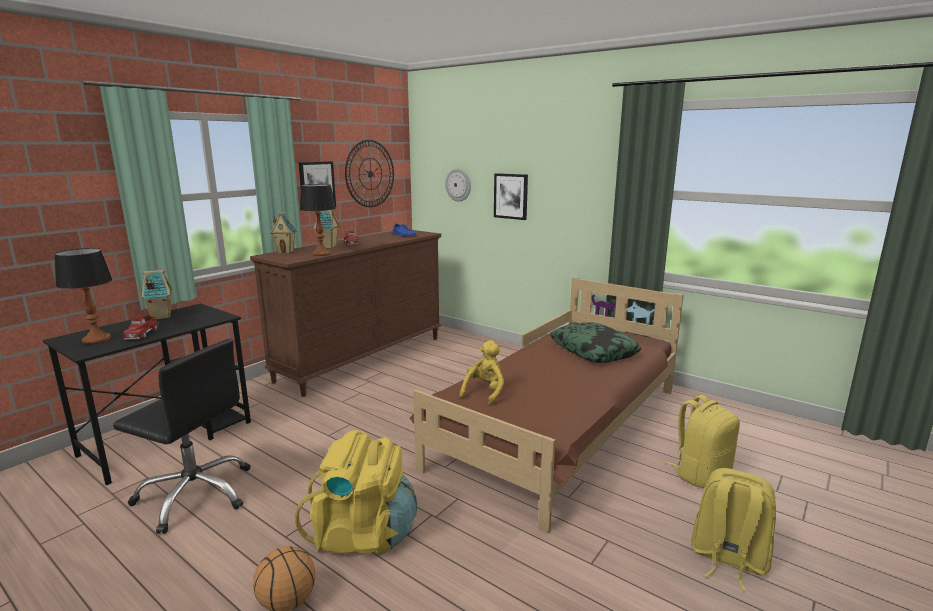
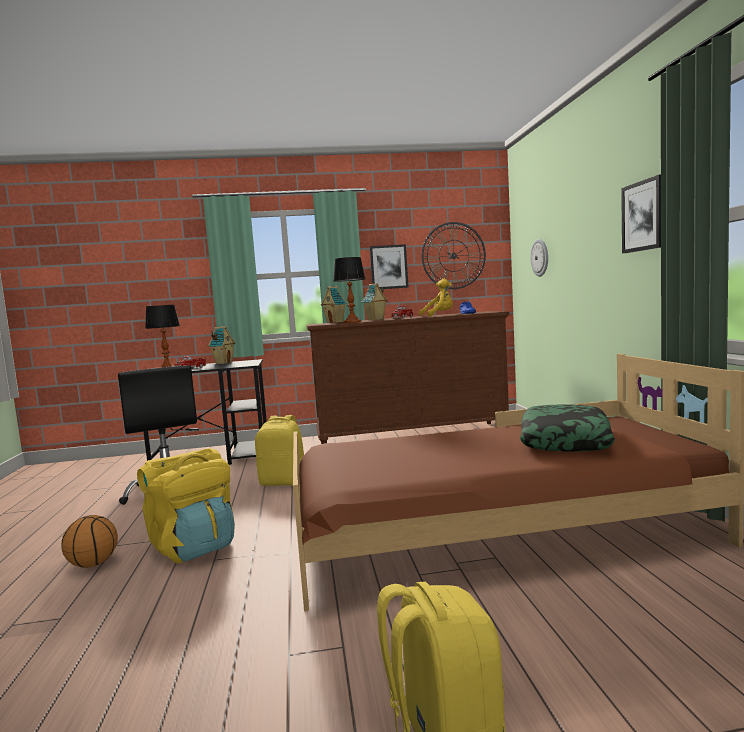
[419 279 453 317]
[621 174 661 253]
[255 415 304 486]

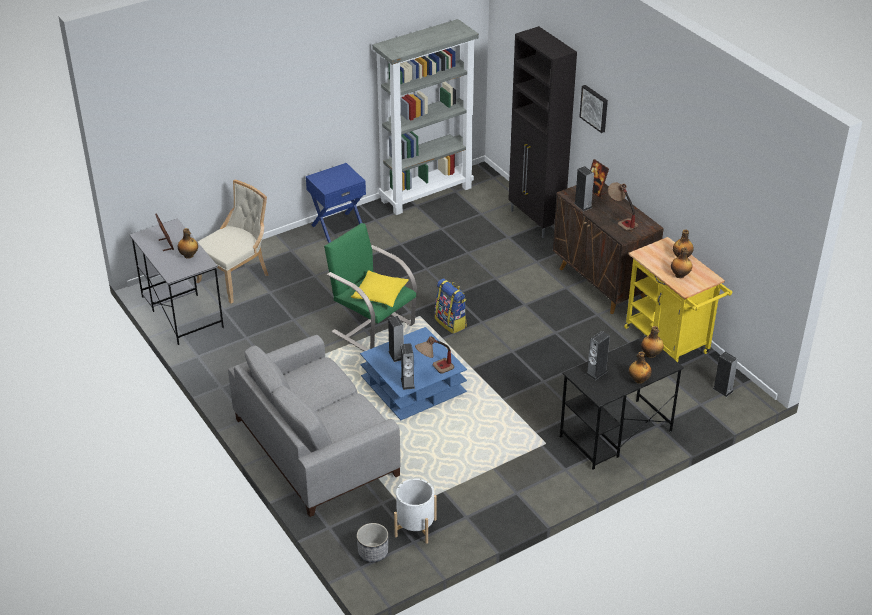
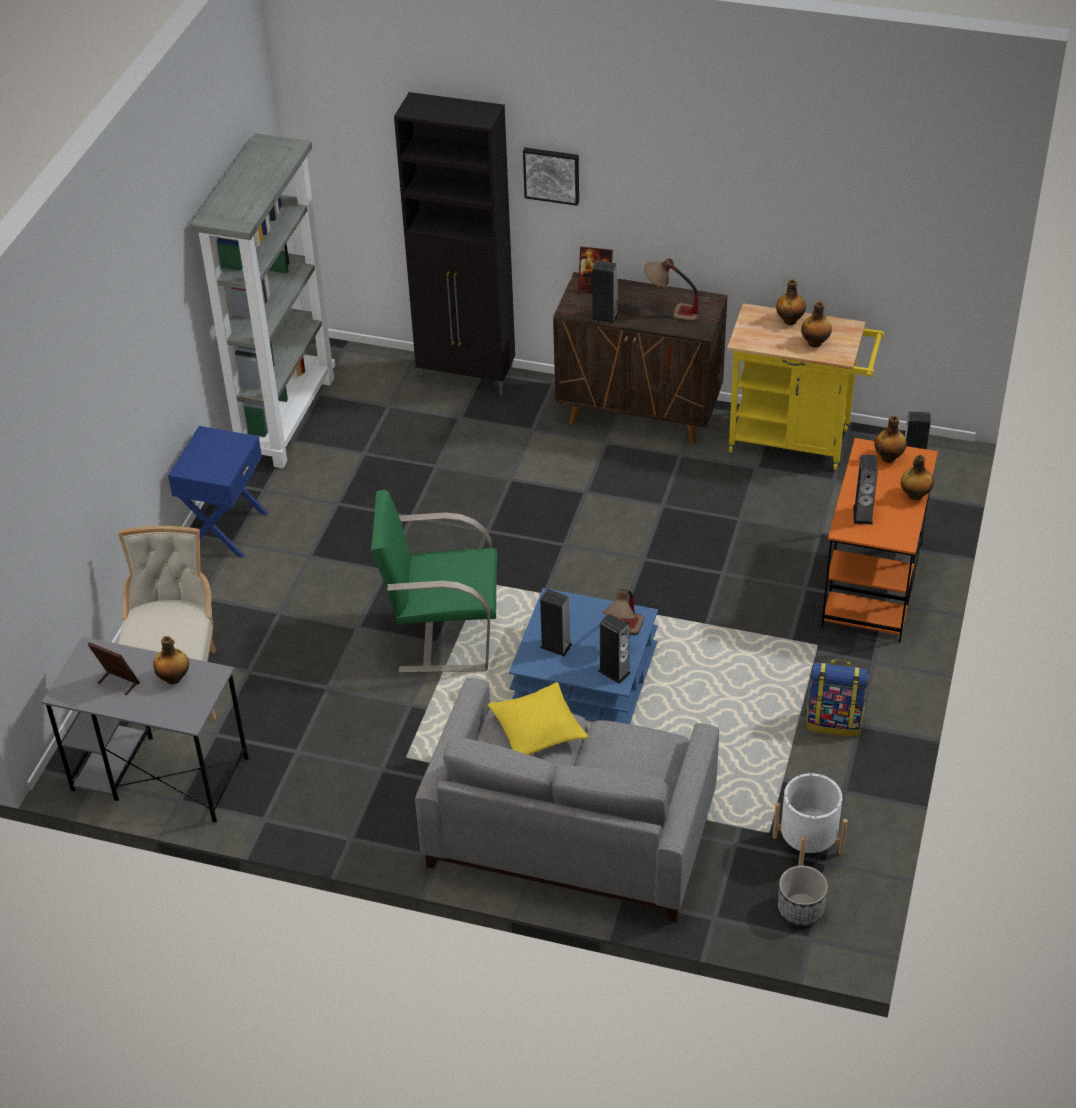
[488 682 588 755]
[807 660 868 736]
[821 438 938 643]

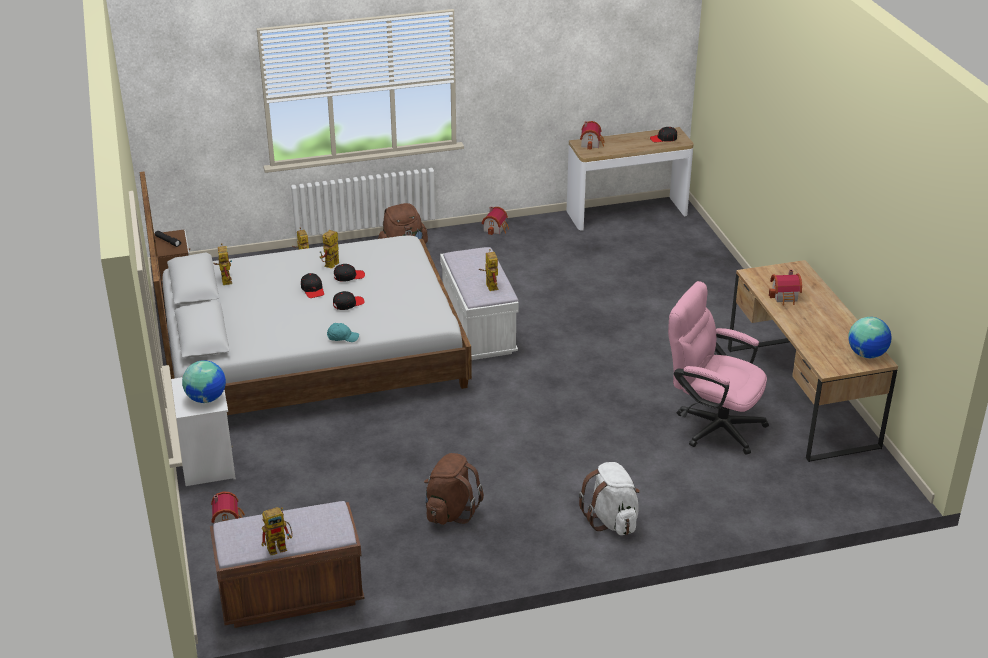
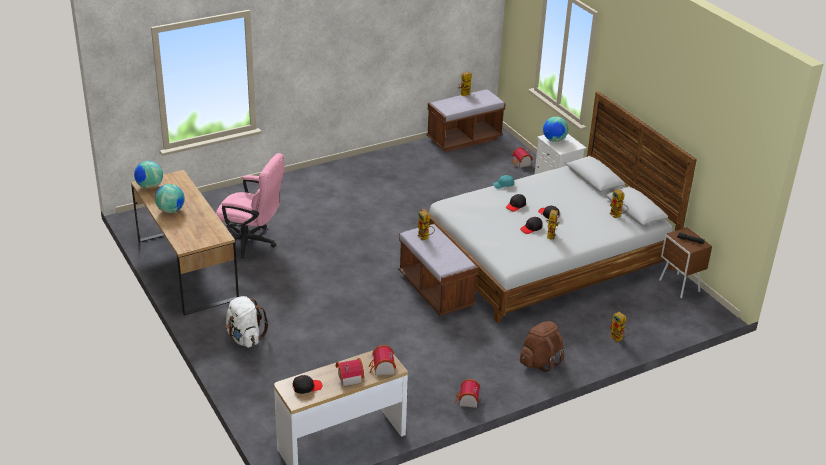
[424 453 484 525] (first image)
[155 184 185 213]
[226 296 268 348]
[336 358 364 387]
[398 223 479 316]

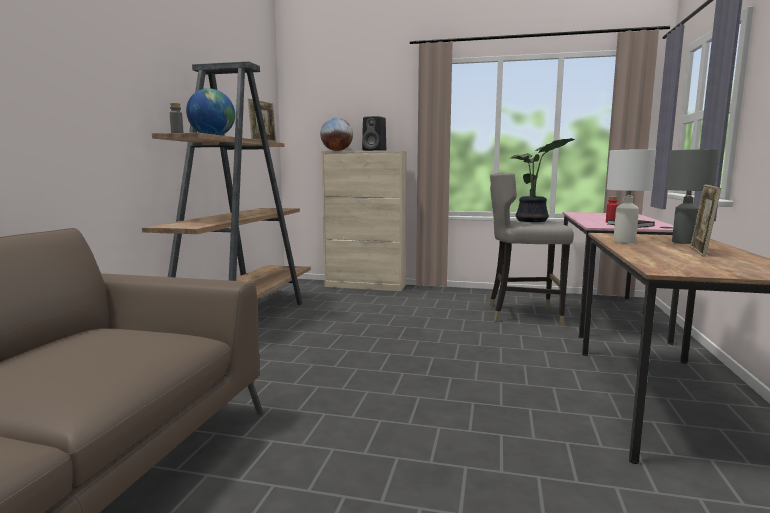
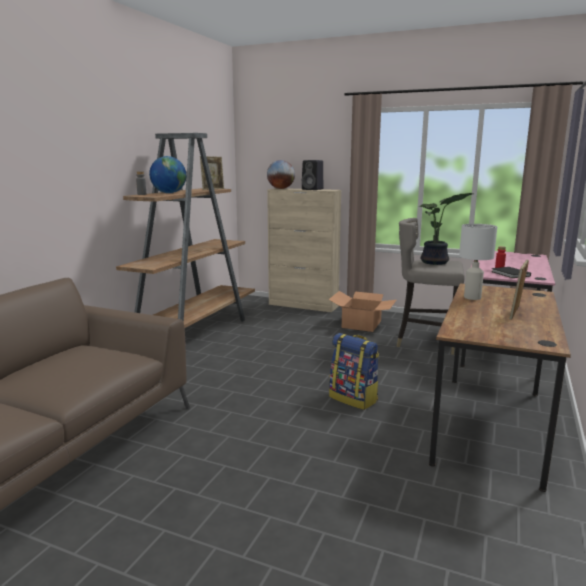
[666 149 719 244] (first image)
[329 291 396 332]
[329 333 379 410]

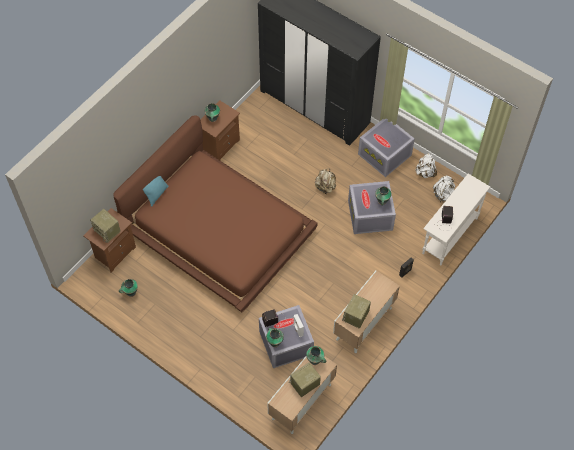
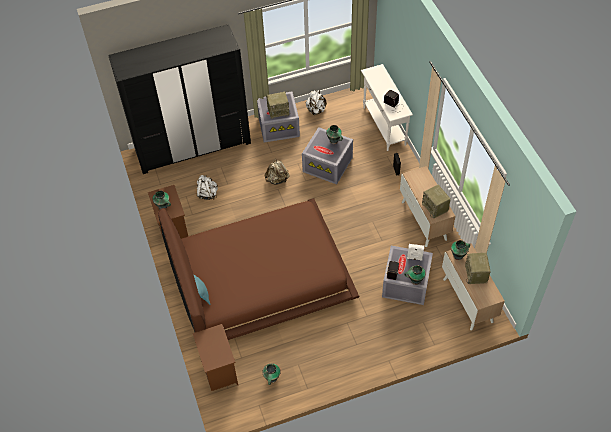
[266 91 290 119]
[197 175 218 200]

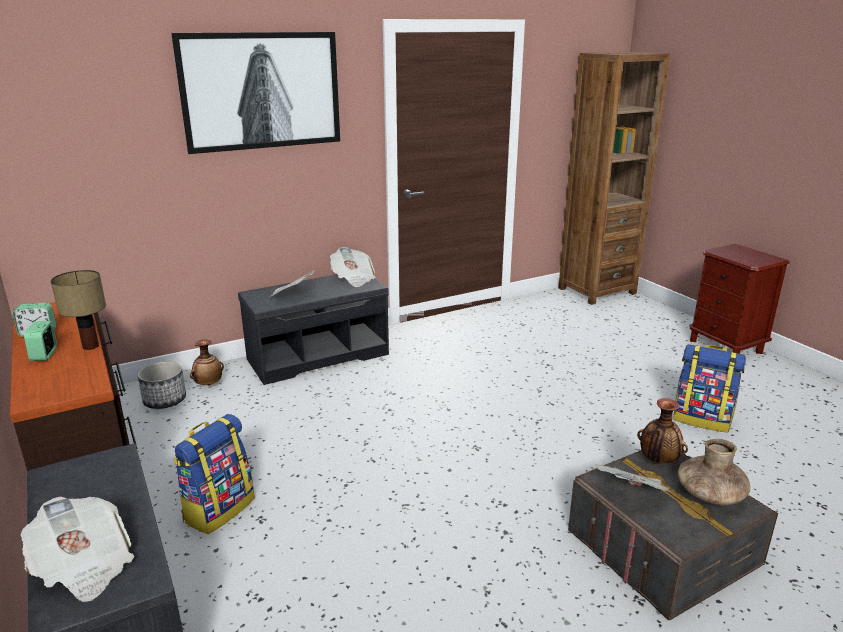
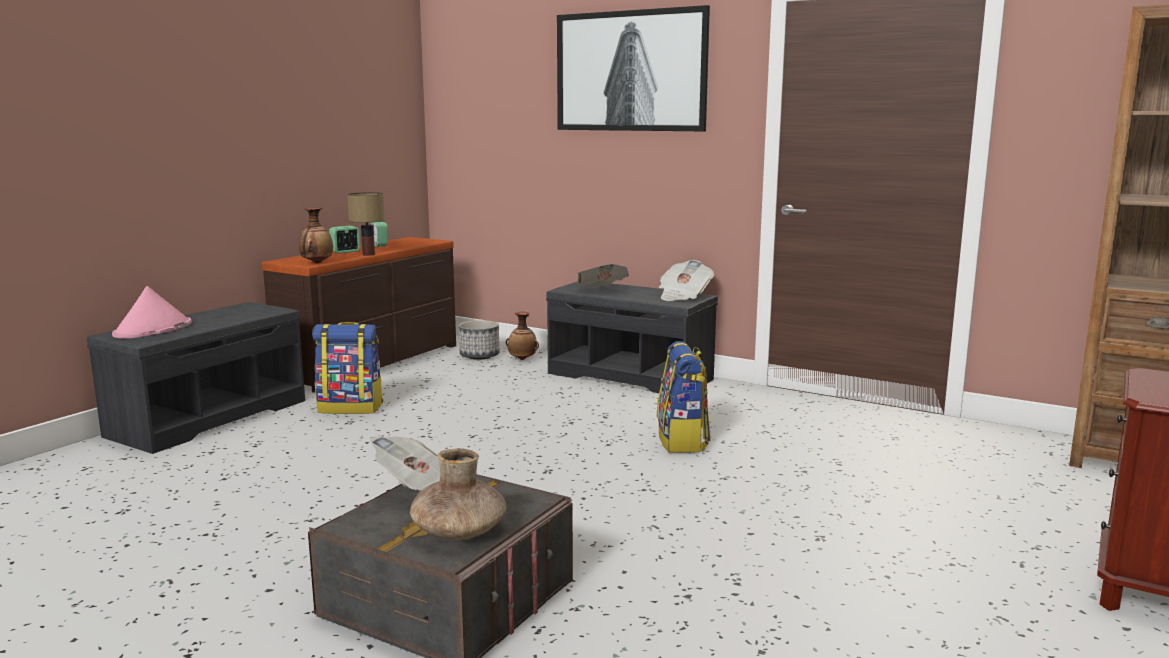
[299 208 333 263]
[657 341 711 453]
[112 286 192 339]

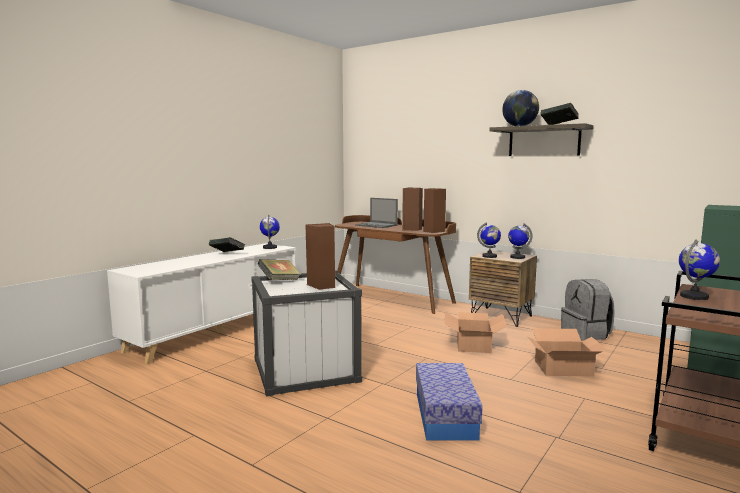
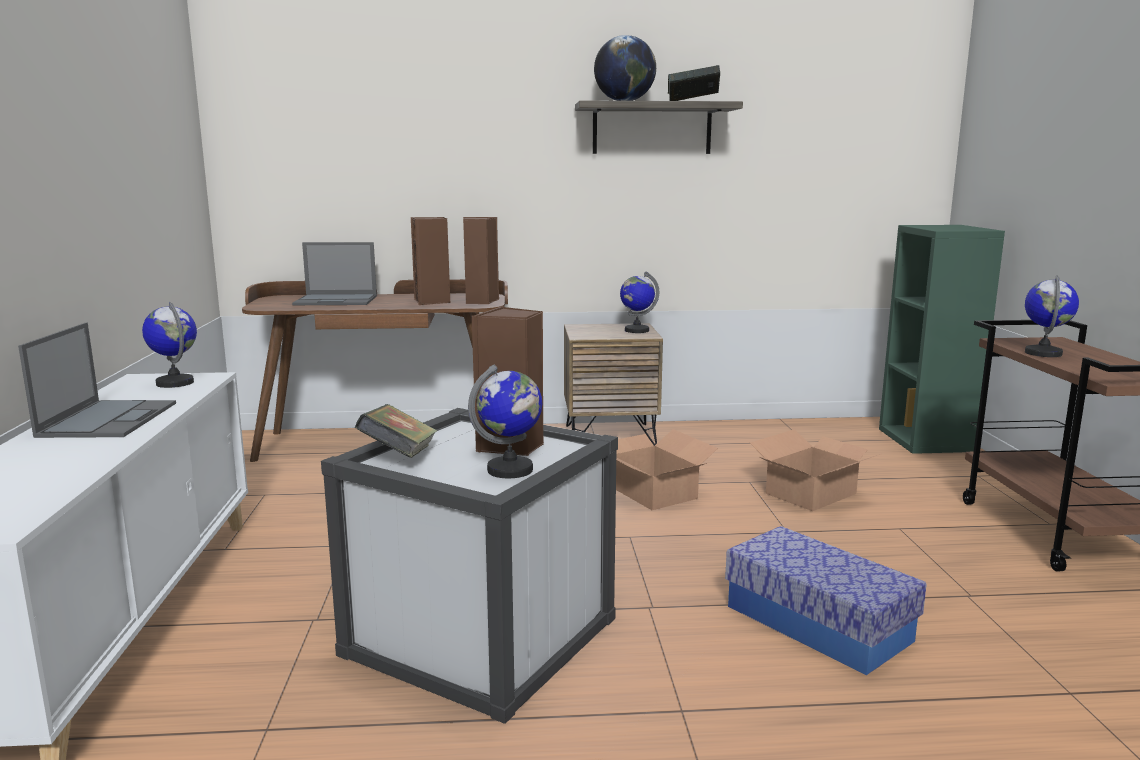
[561 279 615 341] (first image)
[468 364 542 478]
[18 323 176 438]

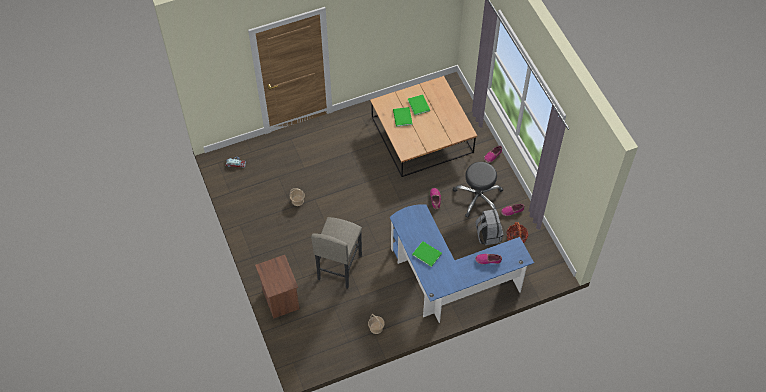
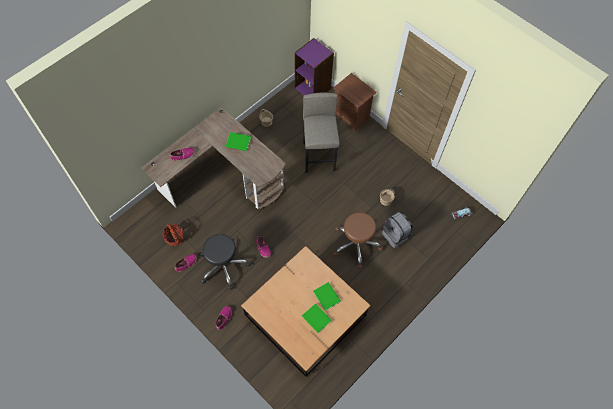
[295 38 334 95]
[333 212 383 269]
[382 212 413 248]
[141 107 286 209]

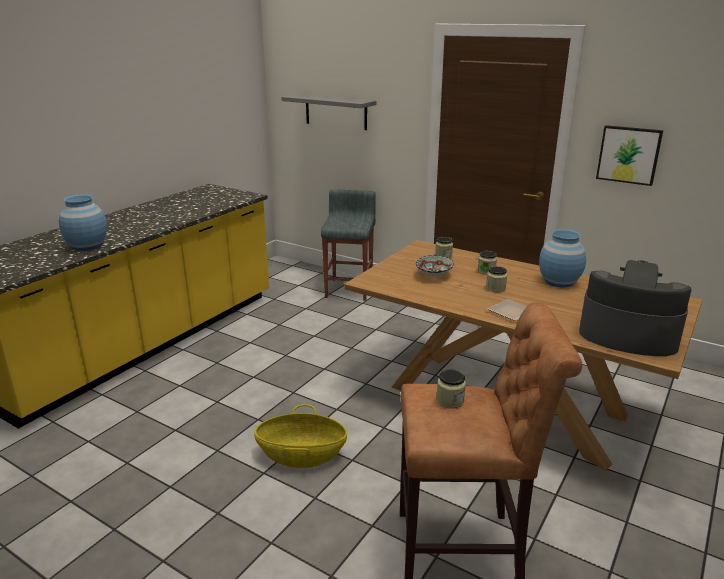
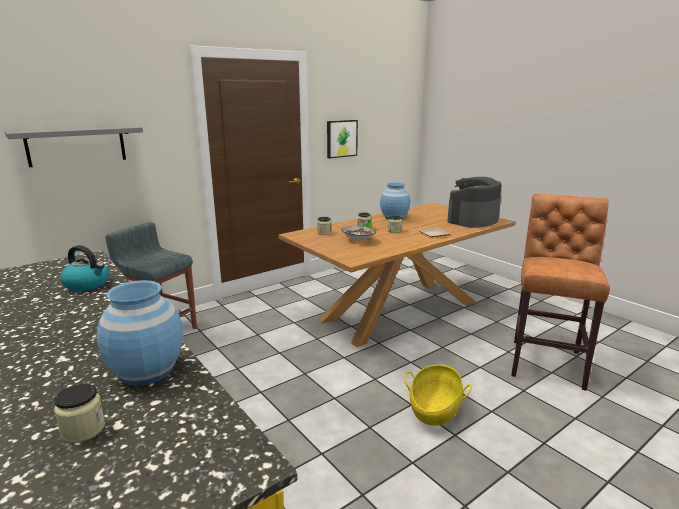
[60 245 109 291]
[54 384 105 443]

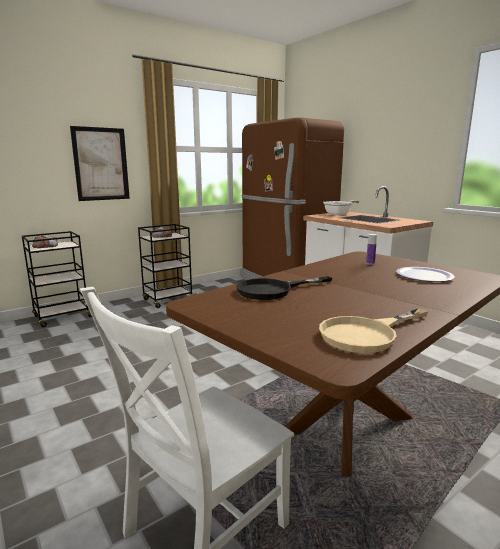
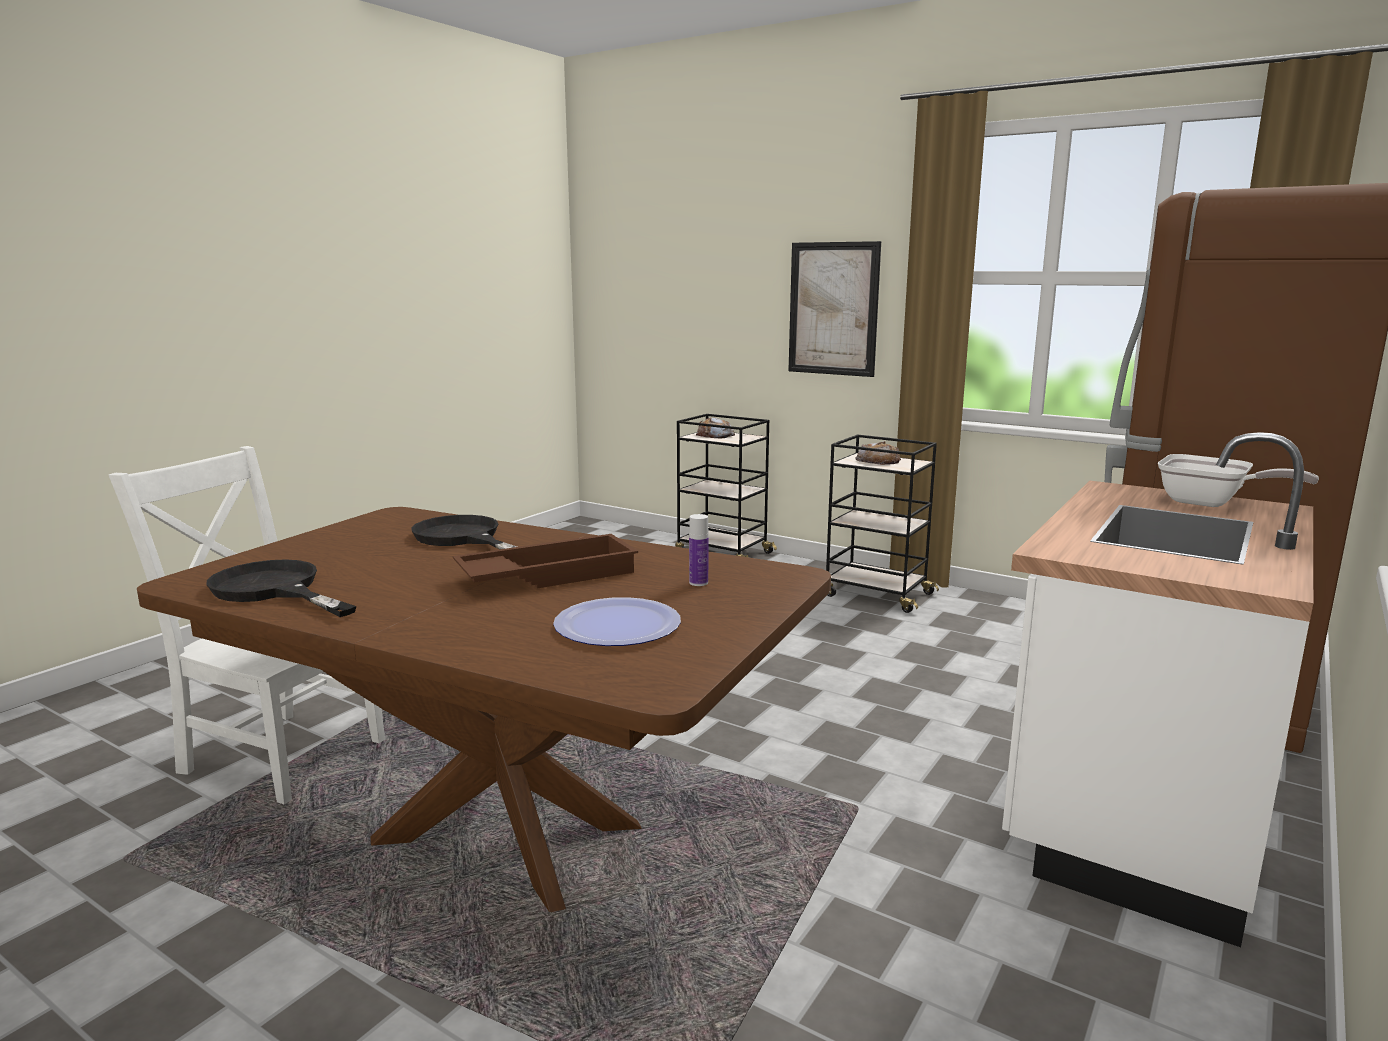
[453 534 638 589]
[206 559 356 617]

